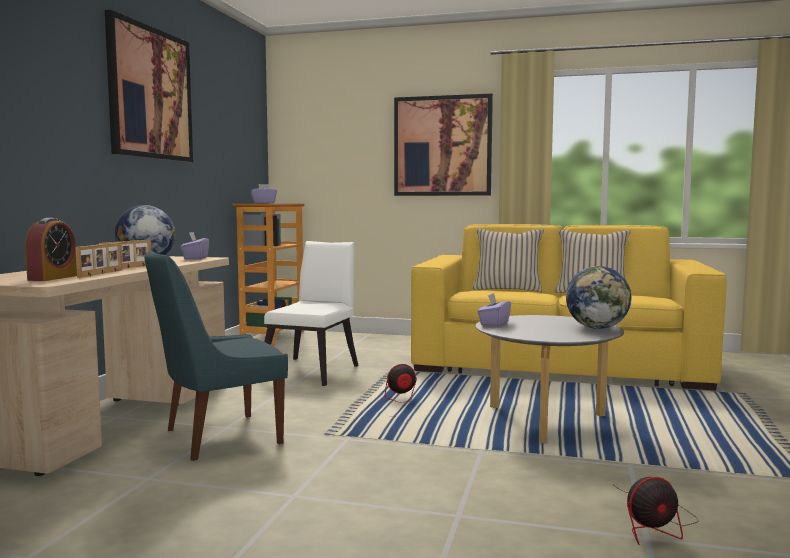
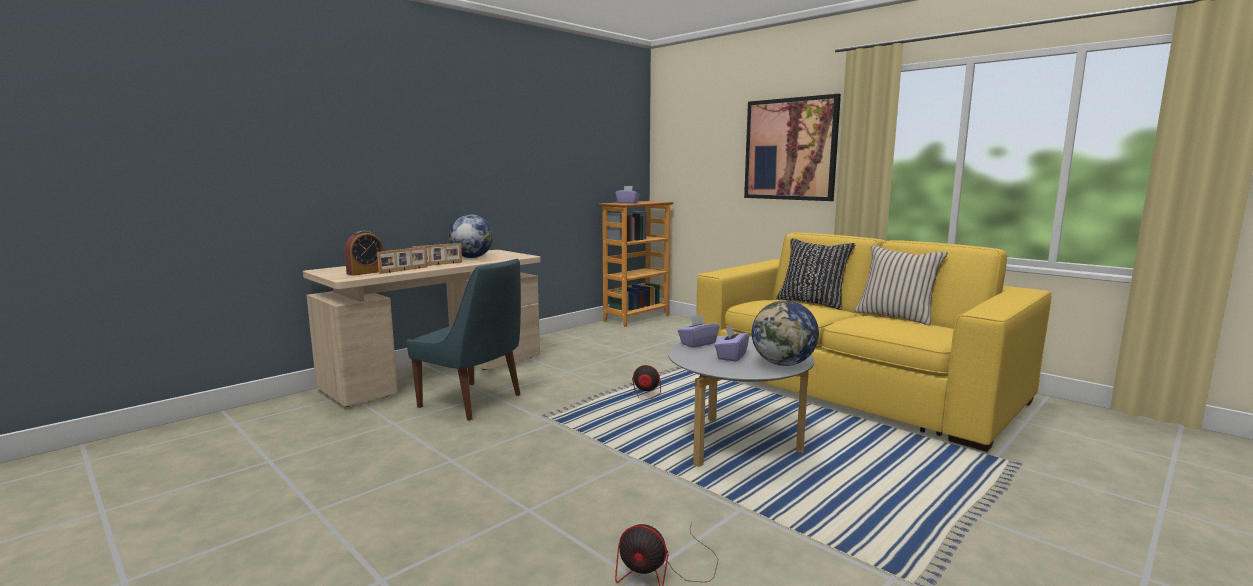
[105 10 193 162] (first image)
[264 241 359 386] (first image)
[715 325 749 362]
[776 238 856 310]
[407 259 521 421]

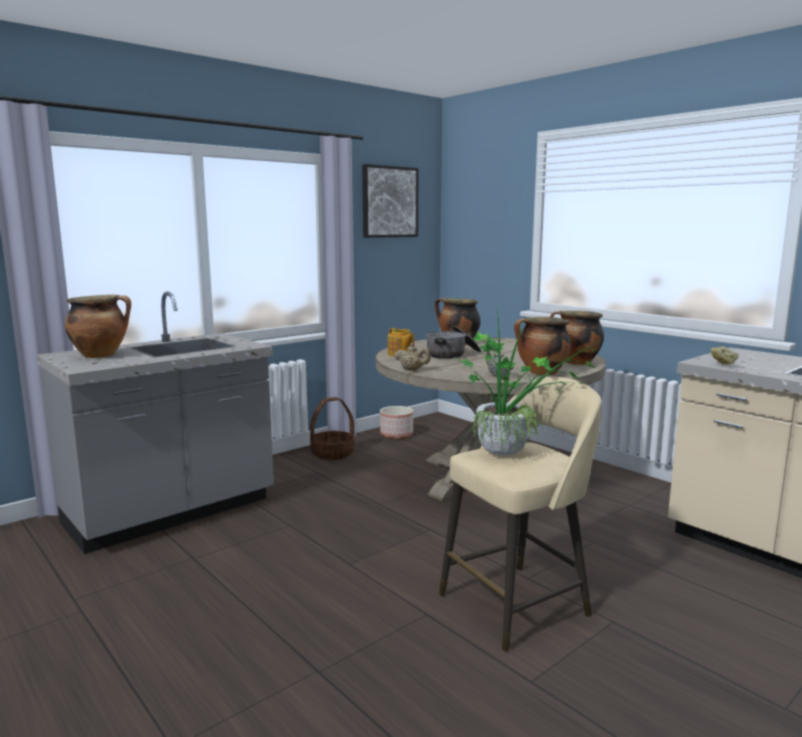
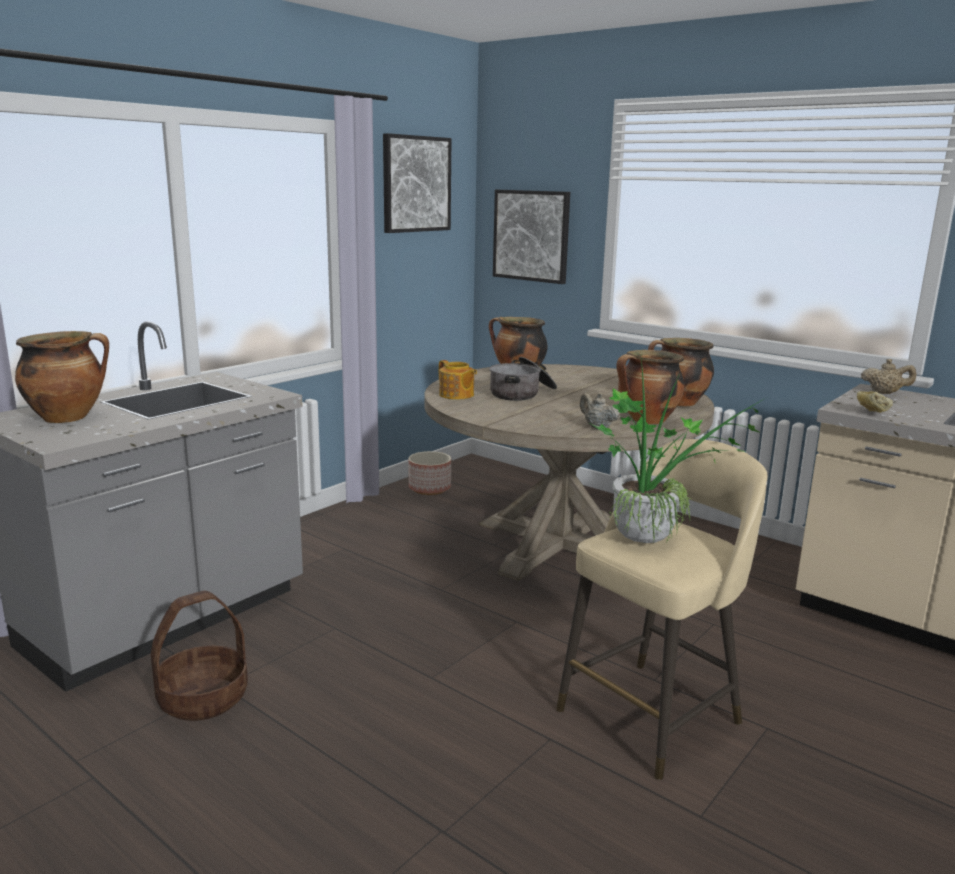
[493 190 570 284]
[151 591 248 721]
[861 359 916 394]

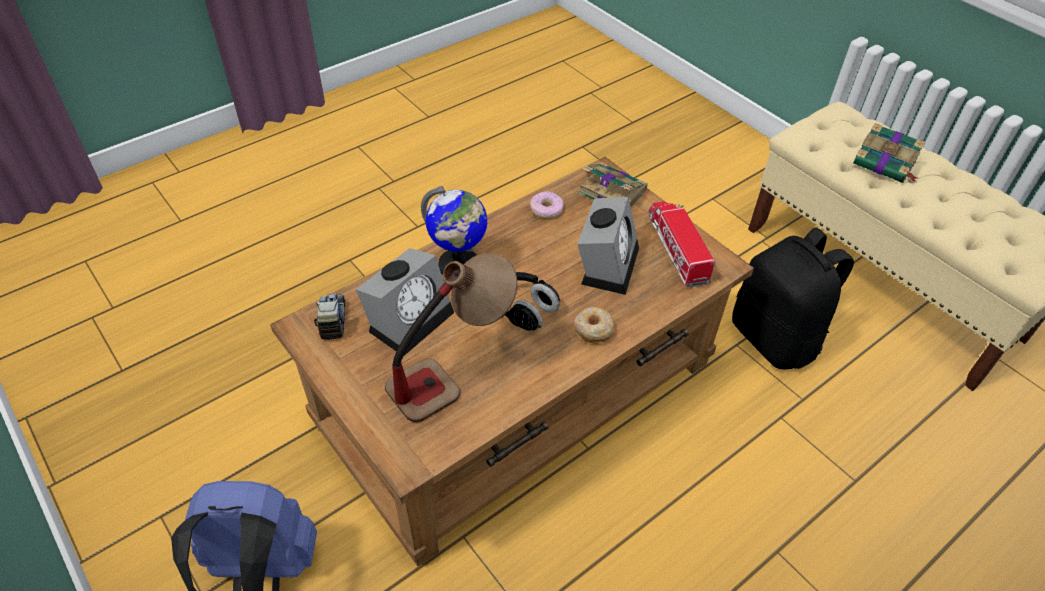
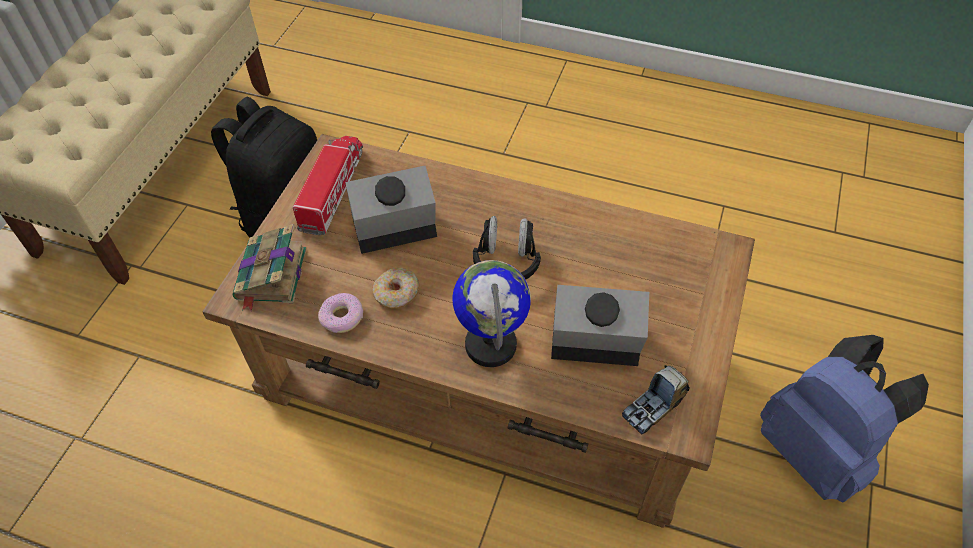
[385 253 517 422] (first image)
[853 123 925 183] (first image)
[373 268 419 309]
[293 136 363 235]

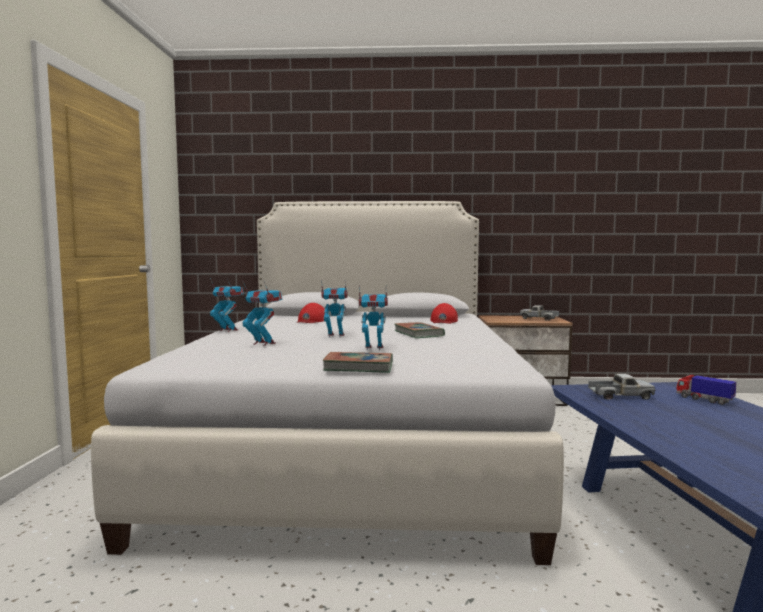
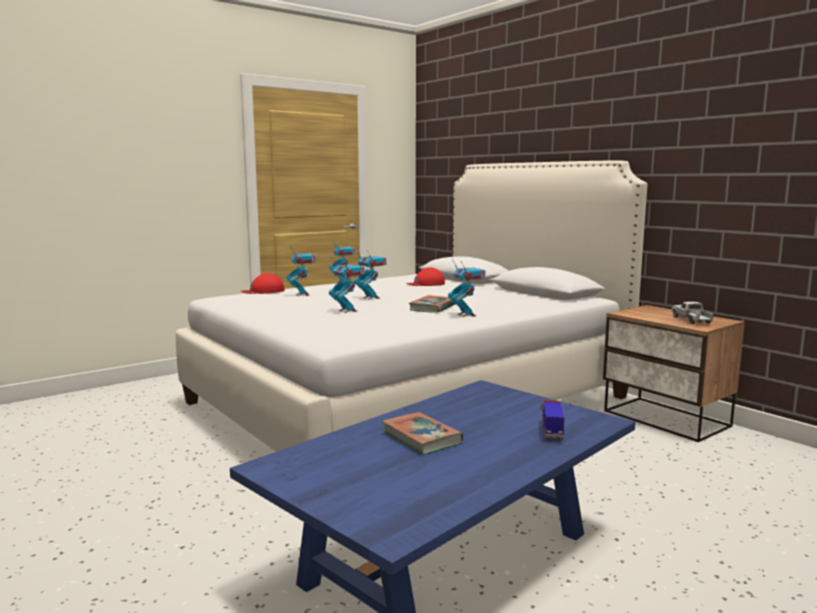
[588 374 655 400] (first image)
[448 259 486 317]
[382 412 463 455]
[241 273 285 294]

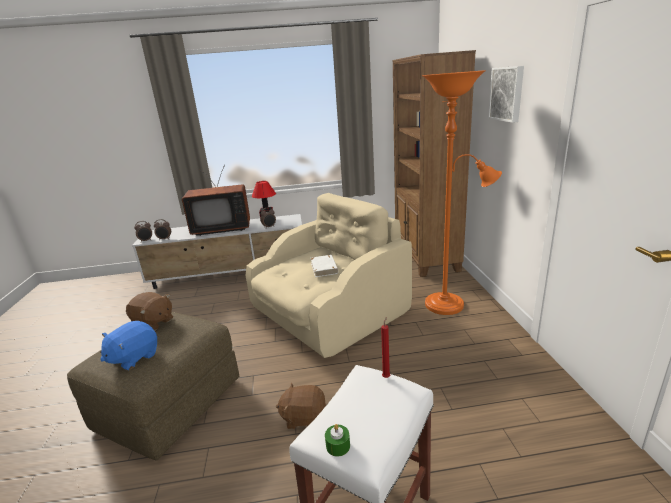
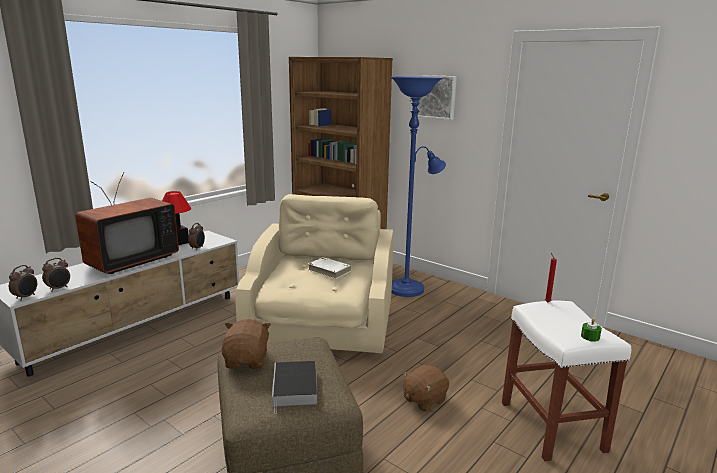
[272 361 317 414]
[391 77 446 297]
[221 319 271 369]

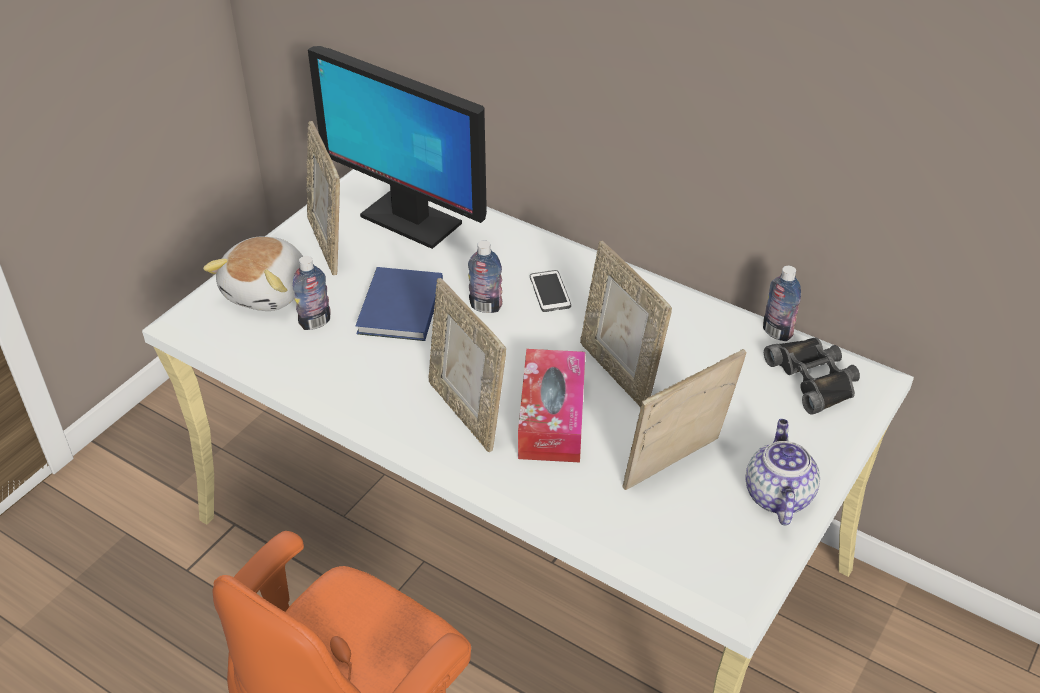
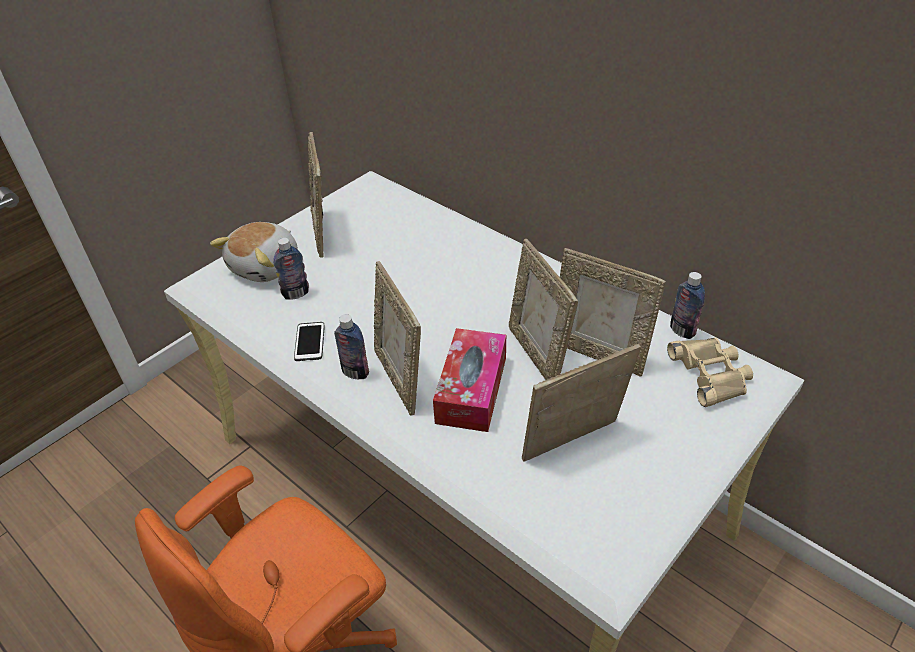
[308 46 487 249] (first image)
[356 267 443 341] (first image)
[745 419 820 526] (first image)
[560 248 666 376]
[334 314 369 379]
[294 322 325 361]
[667 338 753 407]

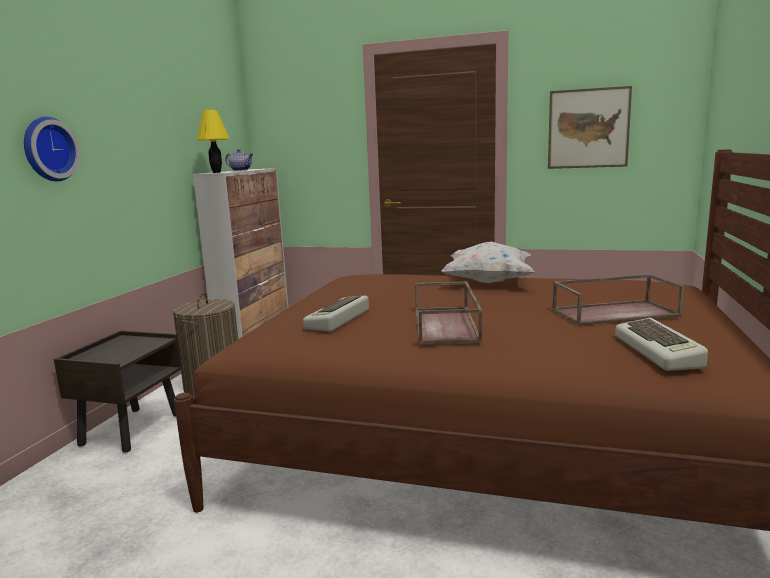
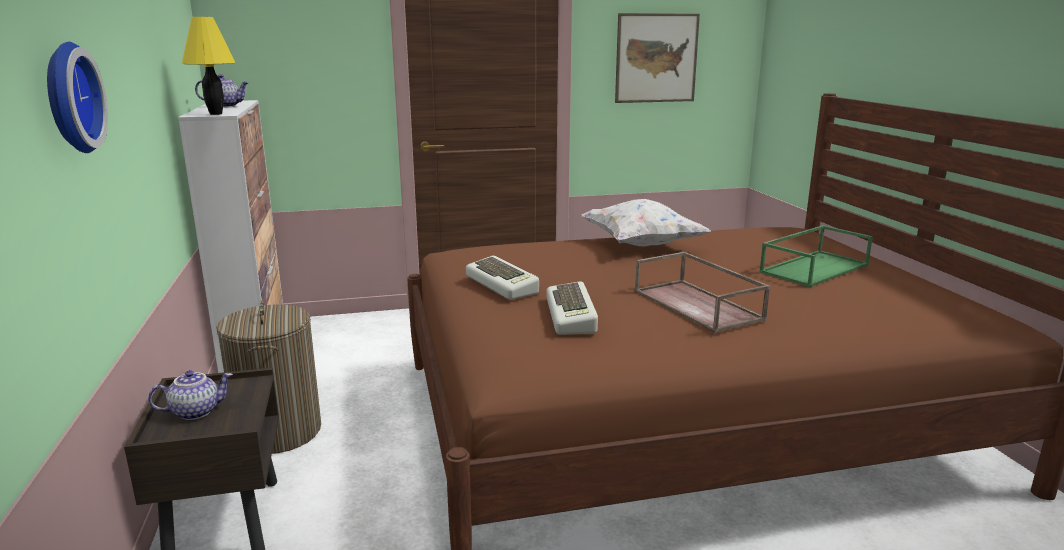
[148 370 233 420]
[466 256 539 300]
[759 225 873 287]

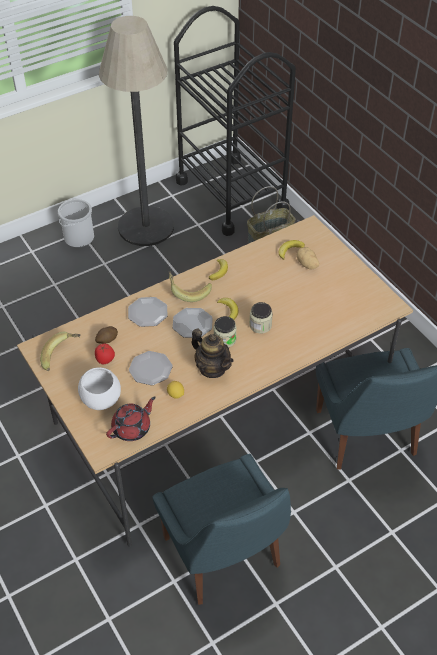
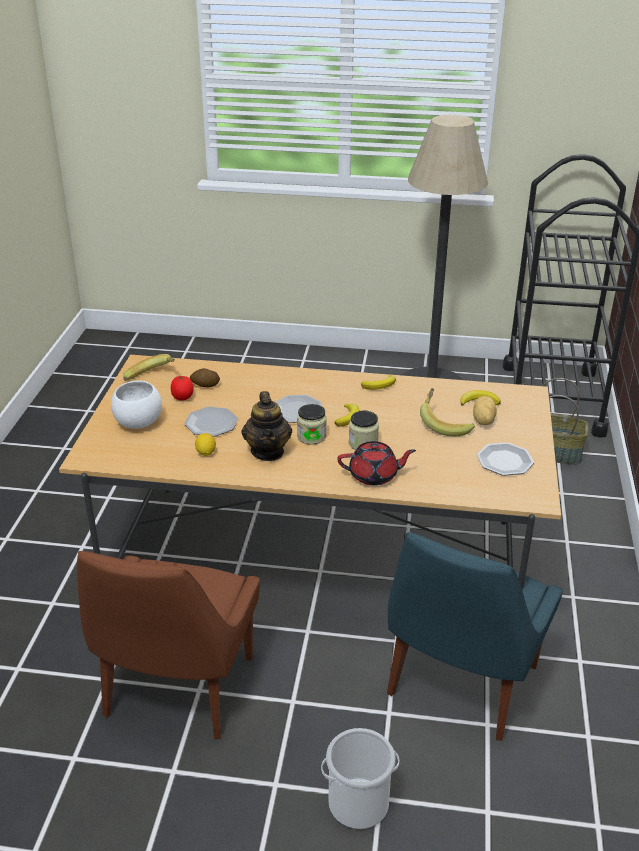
[321 728 399 829]
[337 441 416 486]
[477 442 534 476]
[420 388 475 436]
[77 551 260 739]

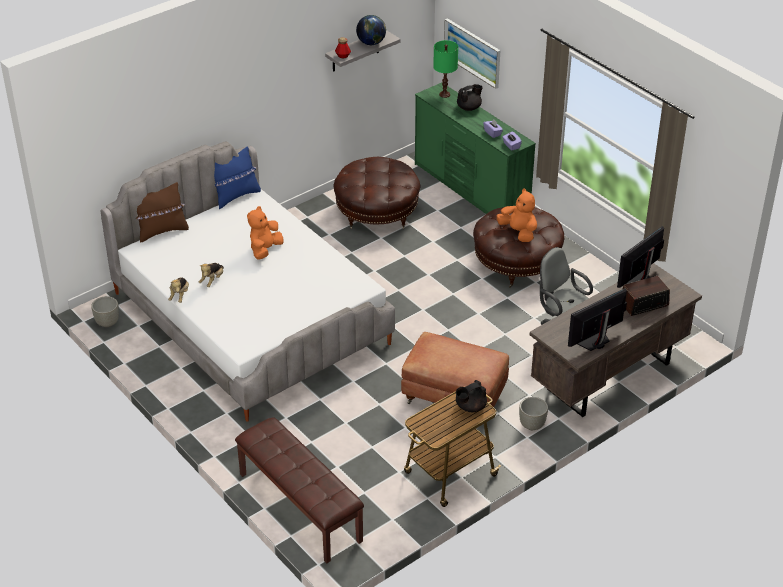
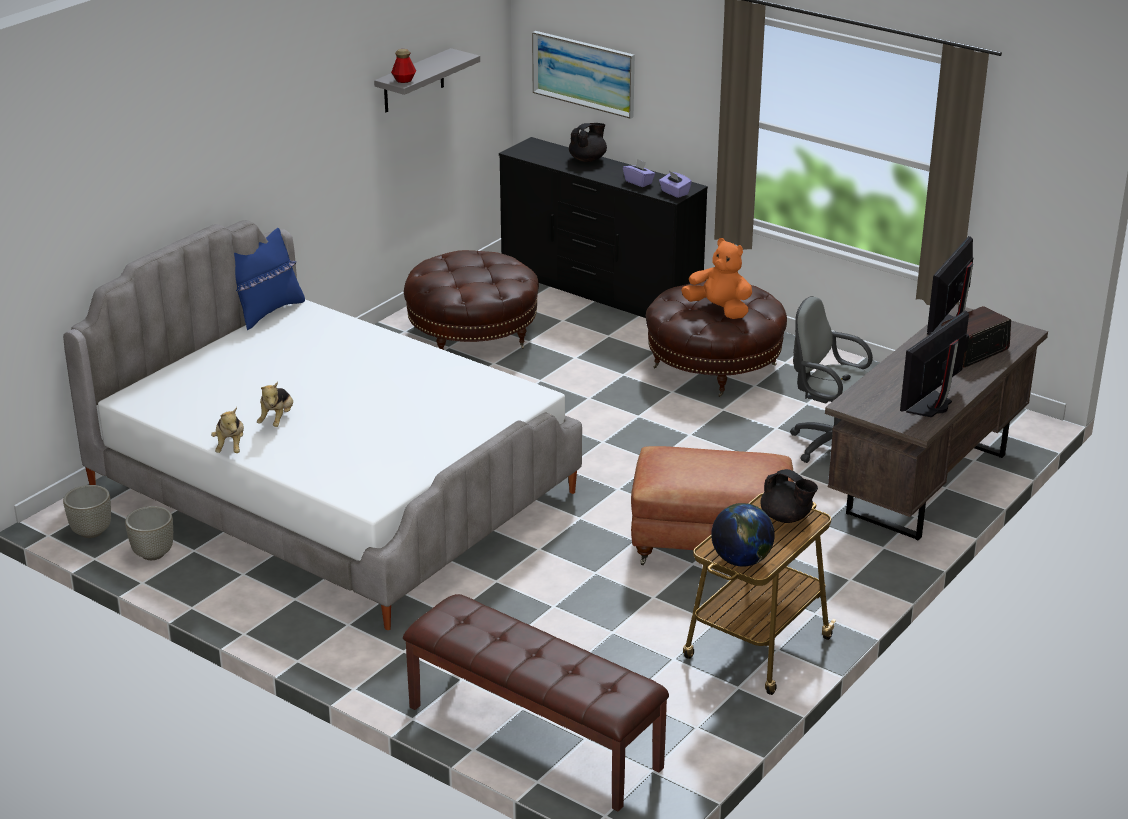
[136 182 189 243] (first image)
[247 206 283 260] (first image)
[433 40 458 98] (first image)
[711 503 775 566]
[125 506 173 560]
[499 137 708 318]
[760 469 818 523]

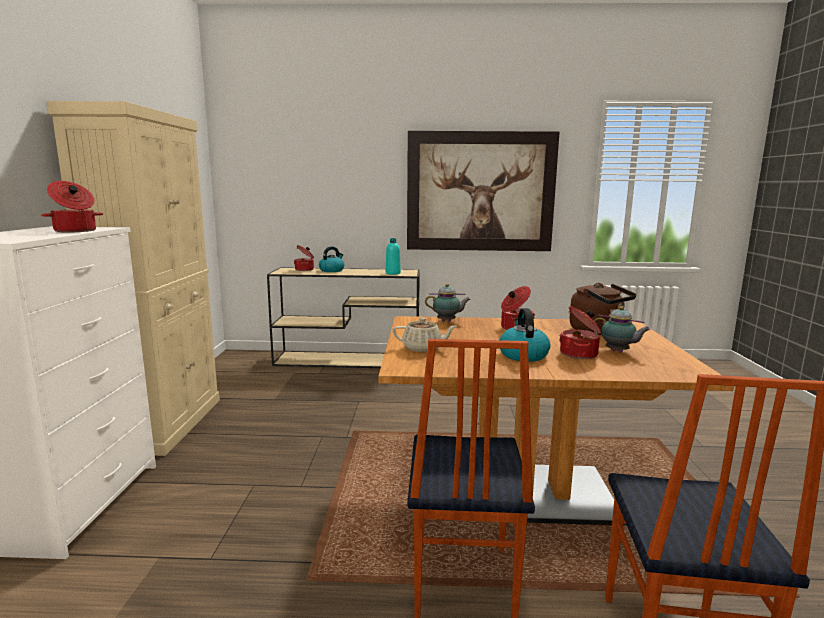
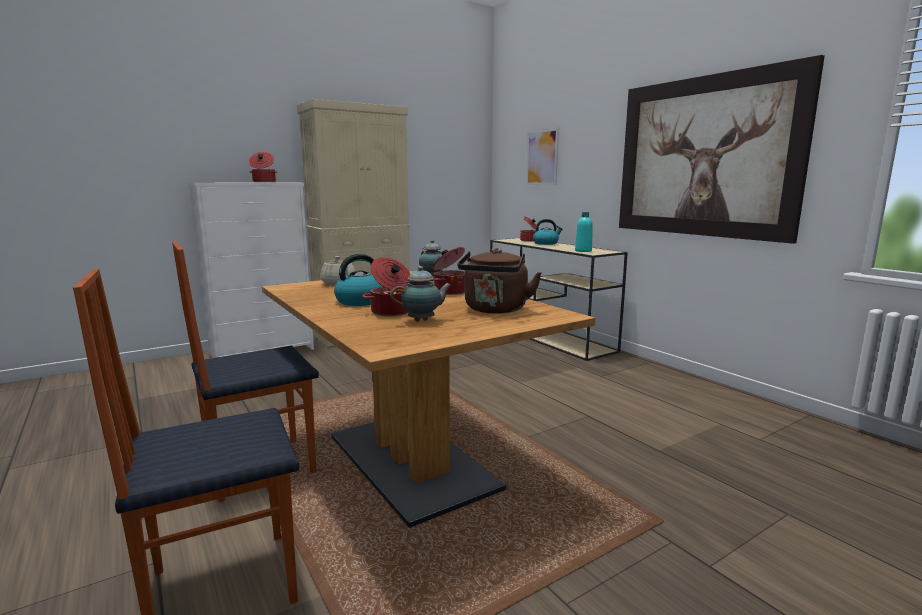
[526 128 559 185]
[390 266 452 322]

